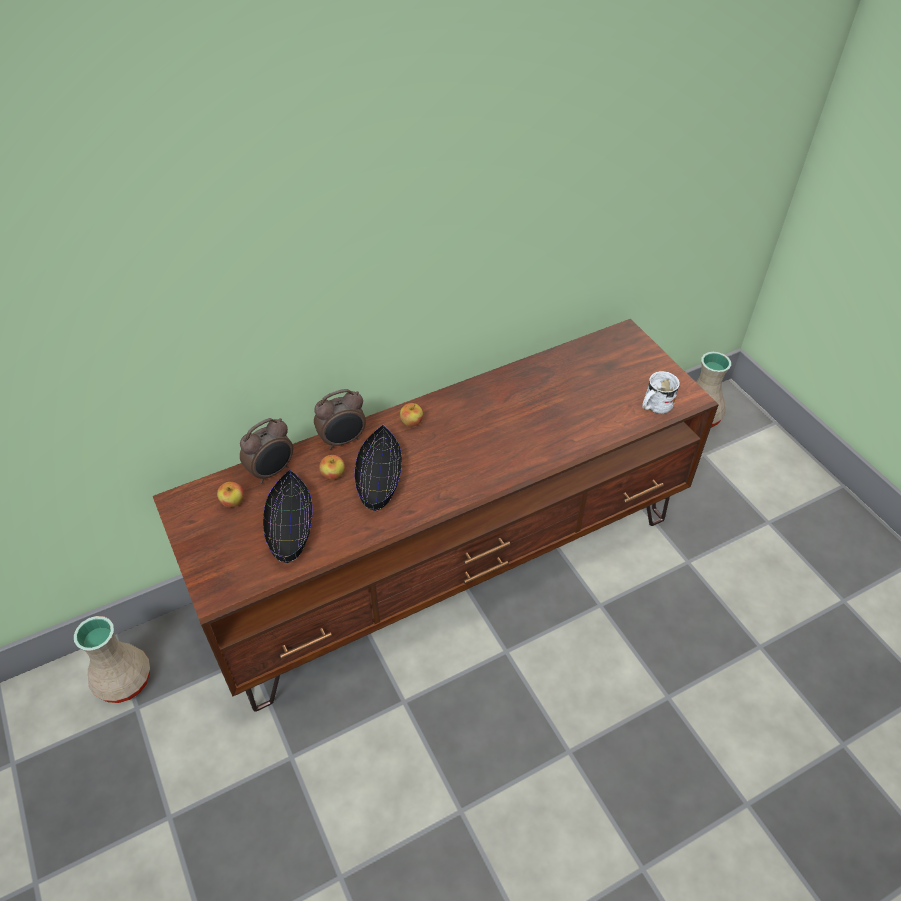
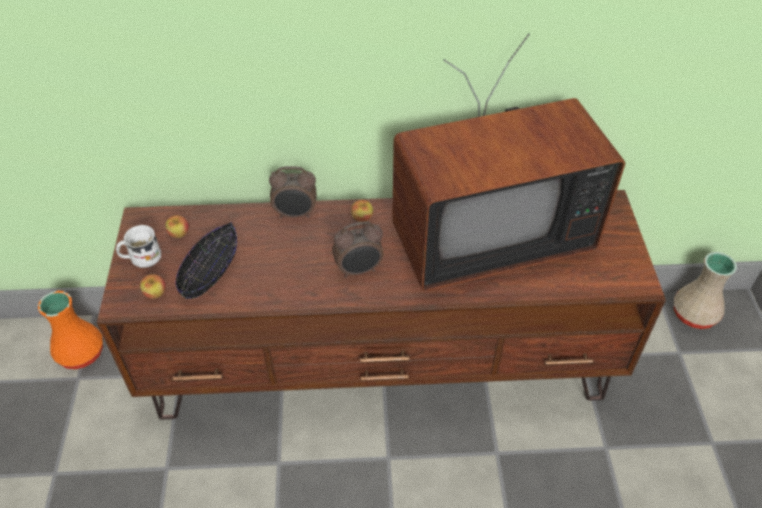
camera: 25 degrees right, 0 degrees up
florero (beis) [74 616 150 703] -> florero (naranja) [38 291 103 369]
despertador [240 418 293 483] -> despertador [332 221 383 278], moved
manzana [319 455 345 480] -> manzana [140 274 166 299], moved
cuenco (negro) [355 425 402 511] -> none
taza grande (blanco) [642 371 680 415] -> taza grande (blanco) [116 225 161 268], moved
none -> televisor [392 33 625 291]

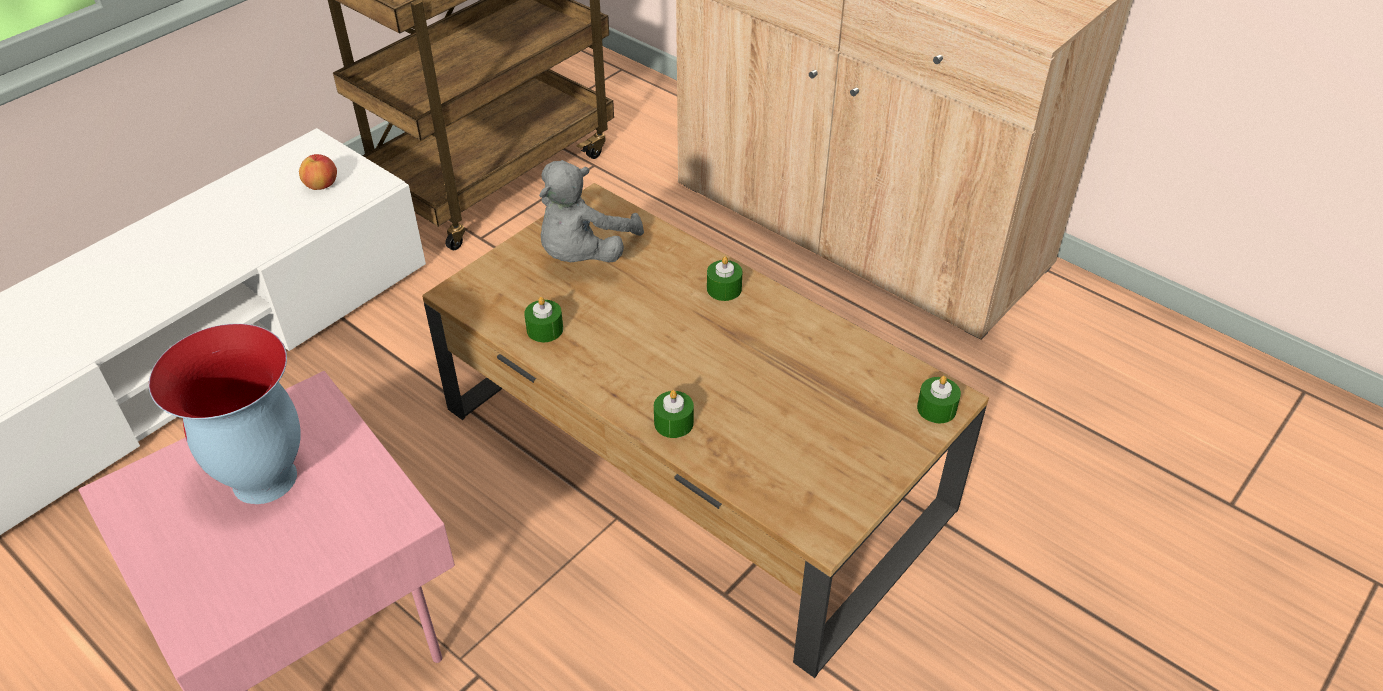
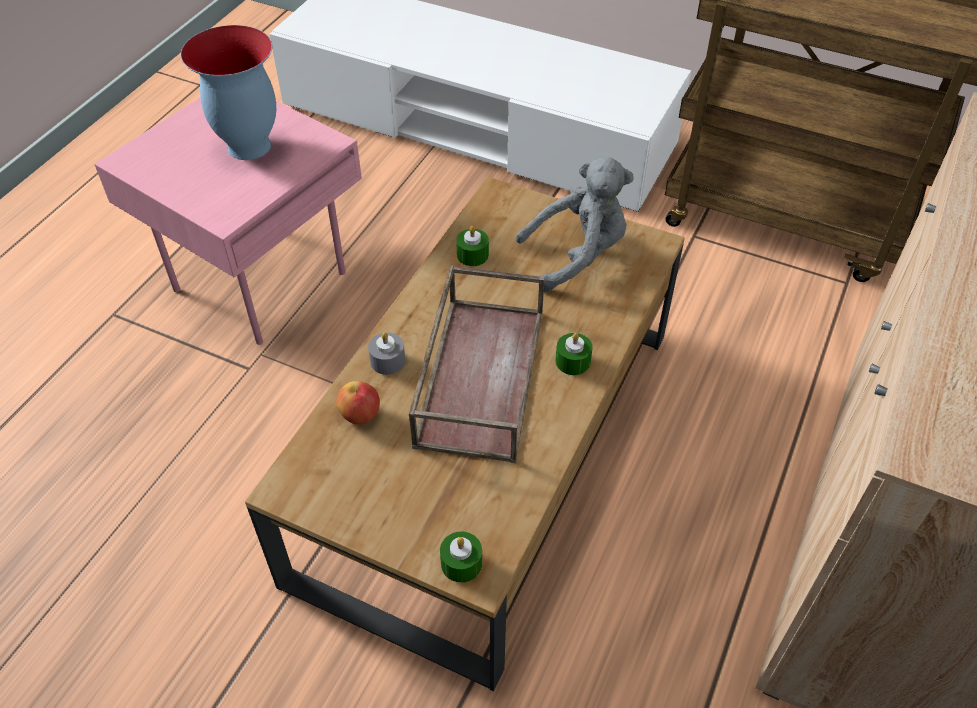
camera: 75 degrees right, 5 degrees up
manzana [299 154 337 190] -> manzana [336 381 380 424], moved
peluche (gris) [539 160 644 262] -> peluche (gris) [516 157 634 292], 150 degrees clockwise
vela (verde) [654 390 694 438] -> vela (gris) [368 332 405 375]
none -> bandeja (marrón) [409 265 545 463]

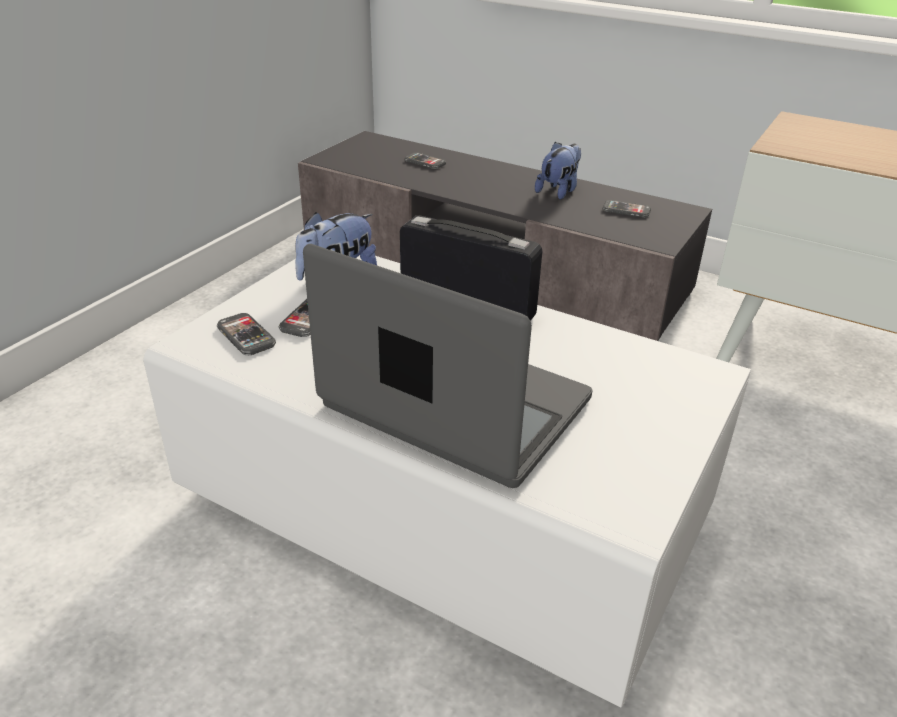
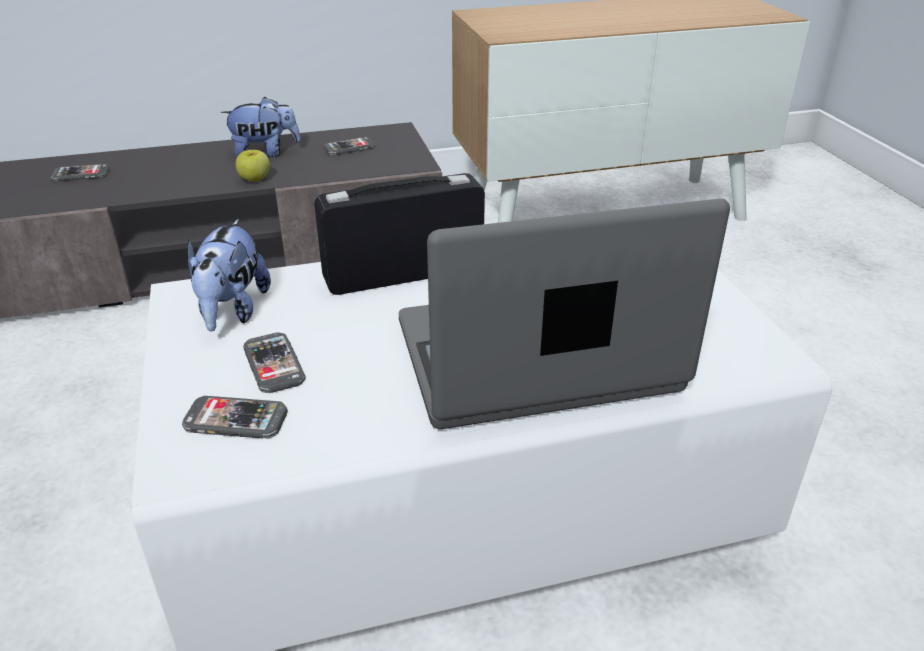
camera: 45 degrees left, 0 degrees up
peluche [535 142 581 200] -> peluche [221 97 301 157], 90 degrees clockwise
none -> manzana [236 150 270 181]

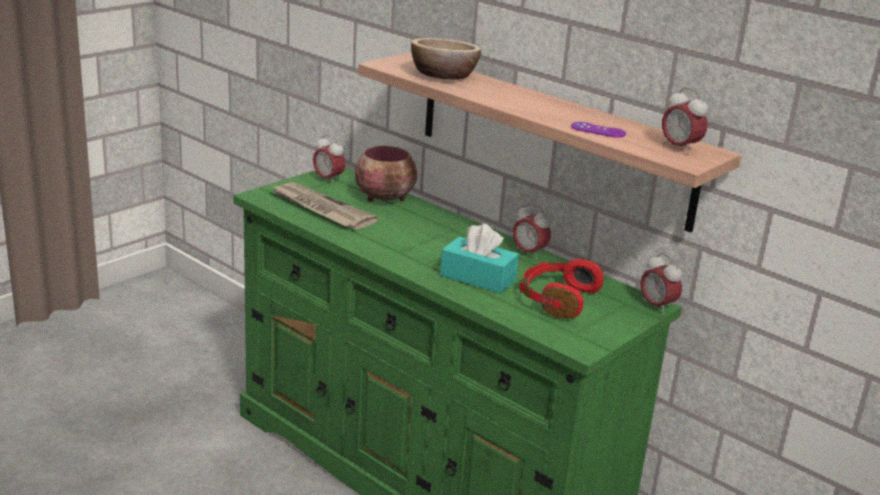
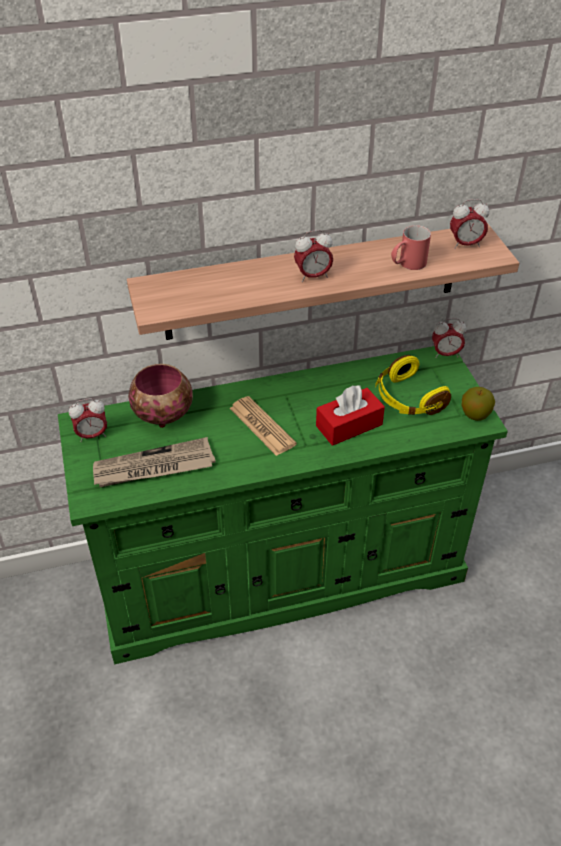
camera: 55 degrees left, 20 degrees up
cuenco [411 38 481 80] -> none
caja de pañuelos (turquesa) [440 224 519 294] -> caja de pañuelos (rojo) [316 386 385 446]
despertador [513 203 551 260] -> despertador [294 230 333 282], moved
auriculares (rojo) [519 259 604 319] -> auriculares (amarillo) [375 355 451 415]
mando de consola (morado) [571 122 626 138] -> taza grande (rojo) [391 225 431 270]
none -> periódico [230 396 297 456]
none -> manzana [462 387 495 421]

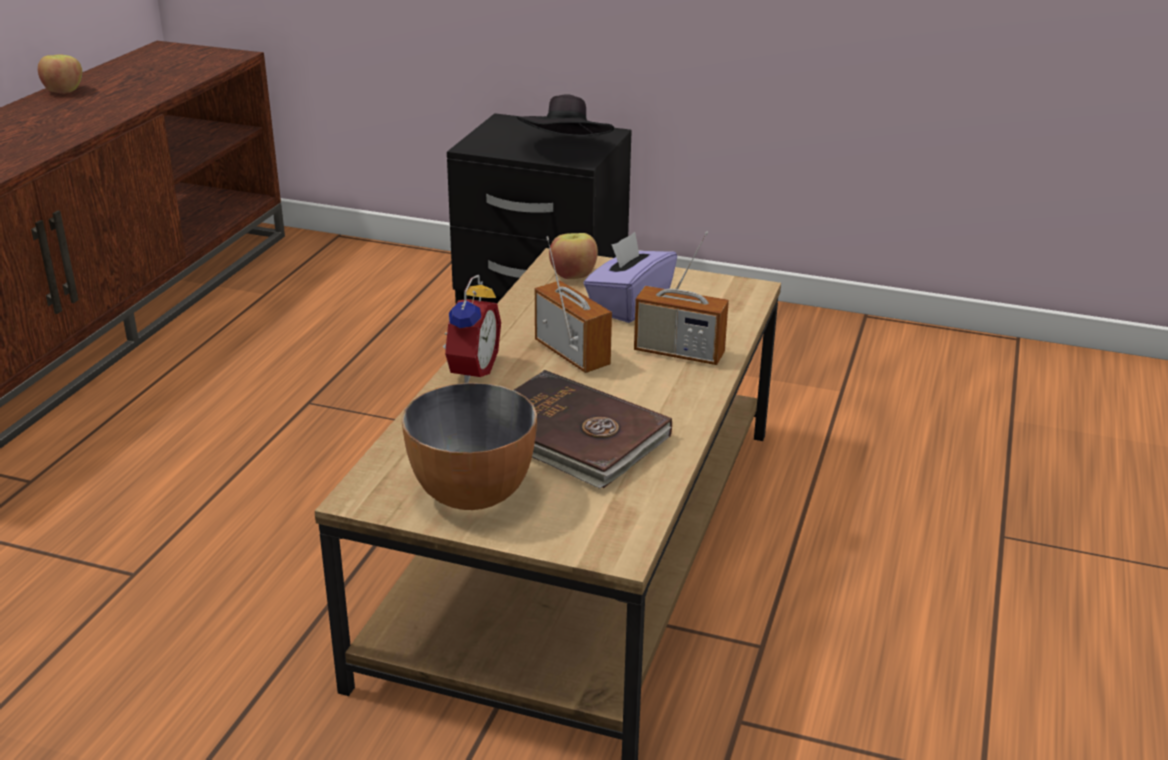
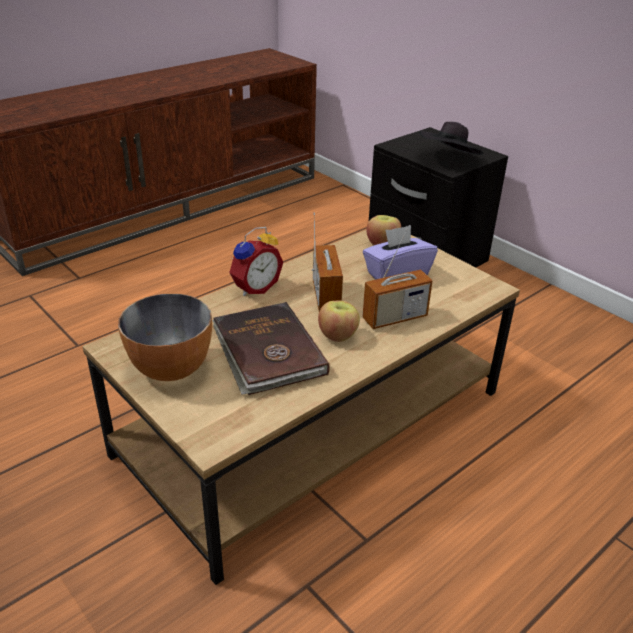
camera: 30 degrees right, 5 degrees up
manzana [38 55 82 94] -> manzana [318 301 360 342], moved
radio [634 232 729 365] -> radio [362 228 432 329], 75 degrees counterclockwise

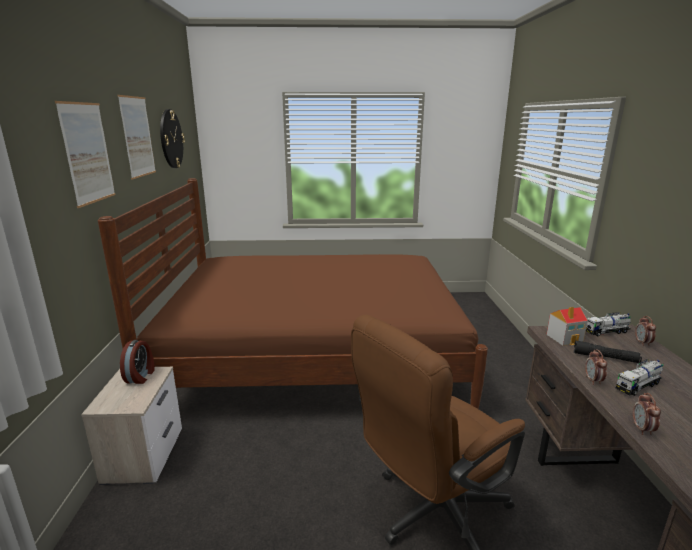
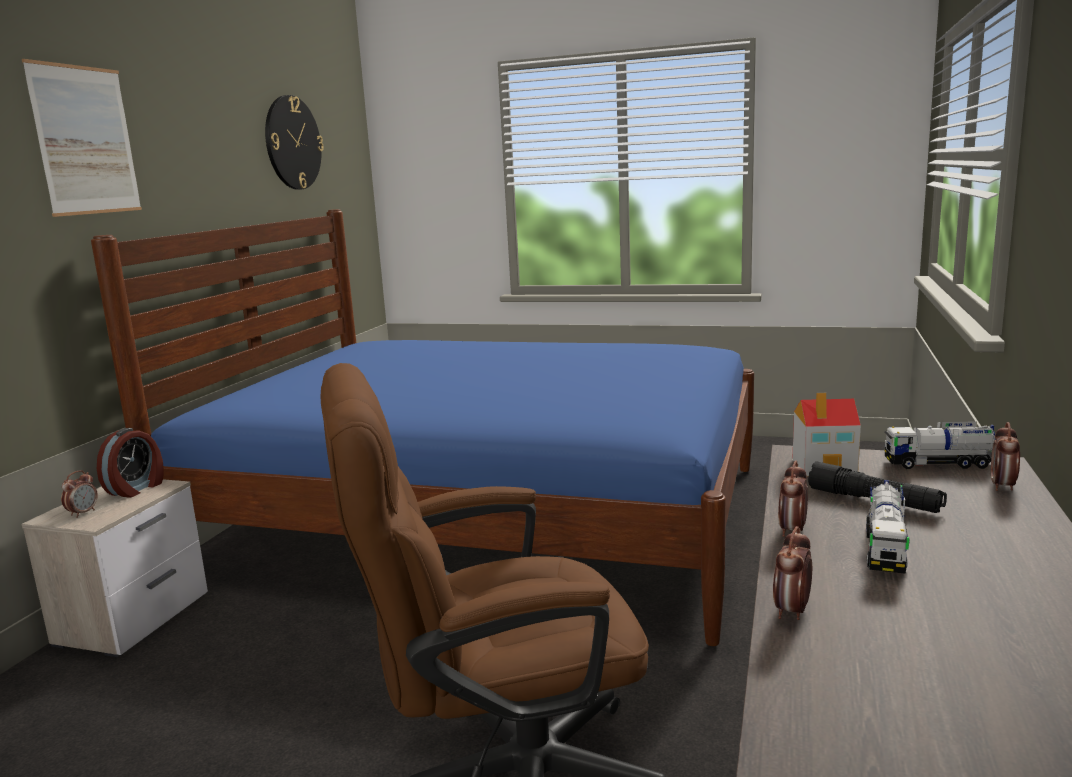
camera: 20 degrees right, 5 degrees down
cama (marrón) [98 178 488 409] -> cama (azul) [91 209 754 646]
cuadro [117 95 156 180] -> none
camión de juguete [616 358 664 396] -> camión de juguete [866 480 910 574], 60 degrees counterclockwise
none -> despertador [61 470 98 518]

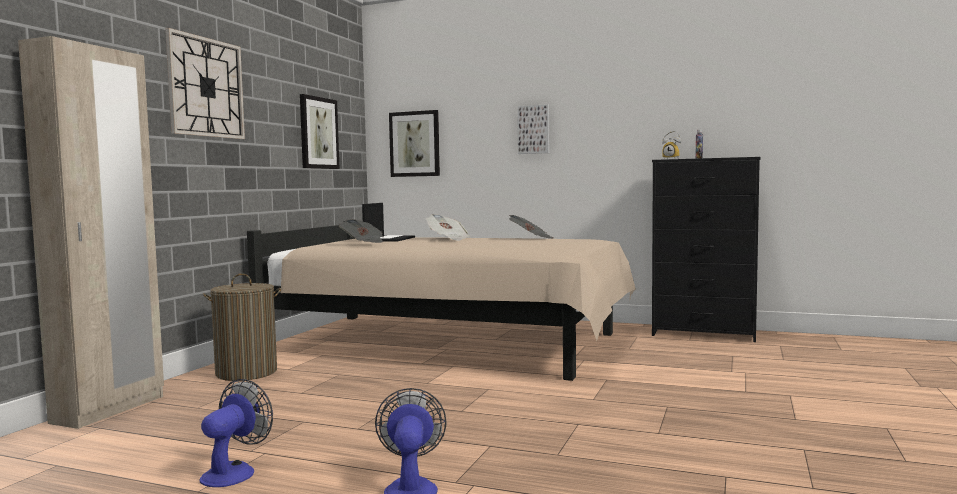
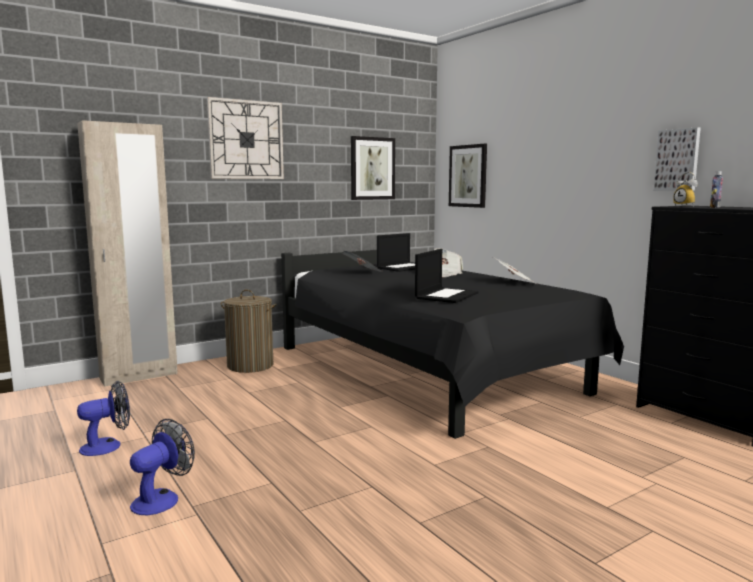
camera: 35 degrees right, 5 degrees up
cama (beis) [247 221 636 381] -> cama (negro) [281 250 624 439]
cuadro [517 104 549 154] -> cuadro [653 127 701 191], moved
none -> portátil [415 249 479 303]

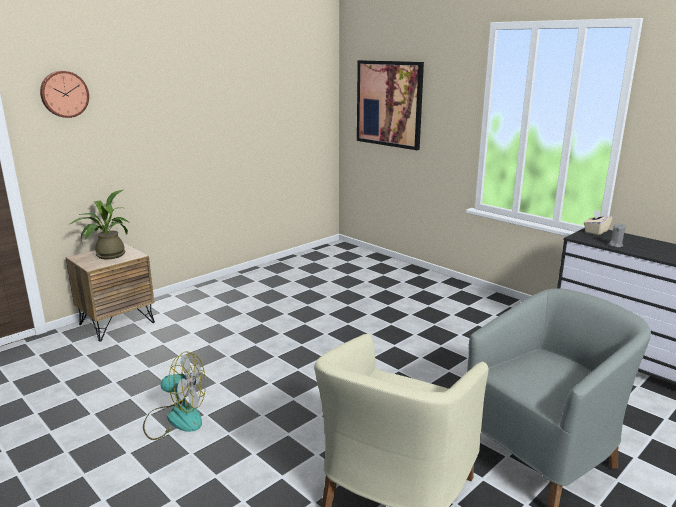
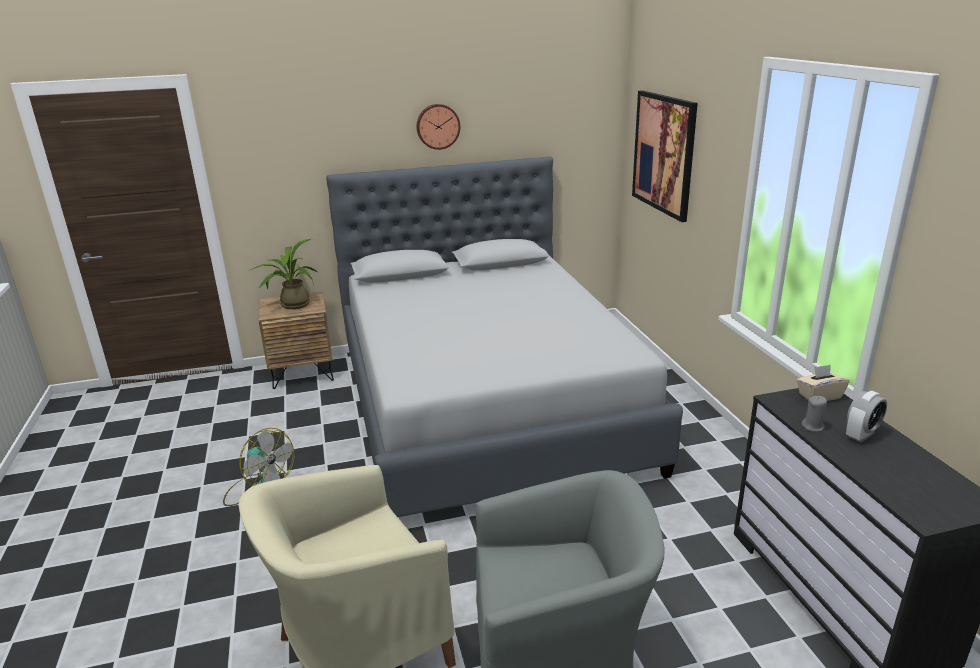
camera: 30 degrees right, 5 degrees up
reloj de pared [40 71 89 118] -> reloj de pared [417 104 460 150], moved
none -> cama (gris) [326 156 683 517]
none -> despertador [846 391 887 443]

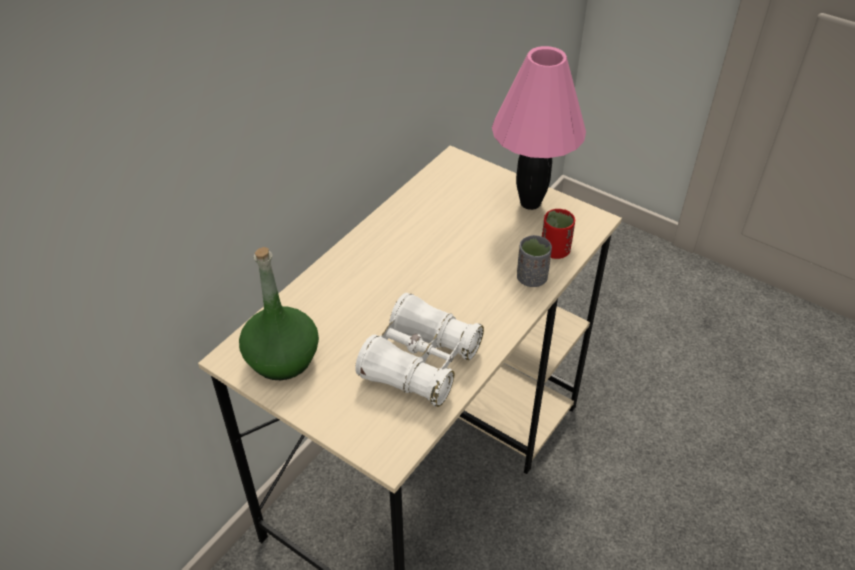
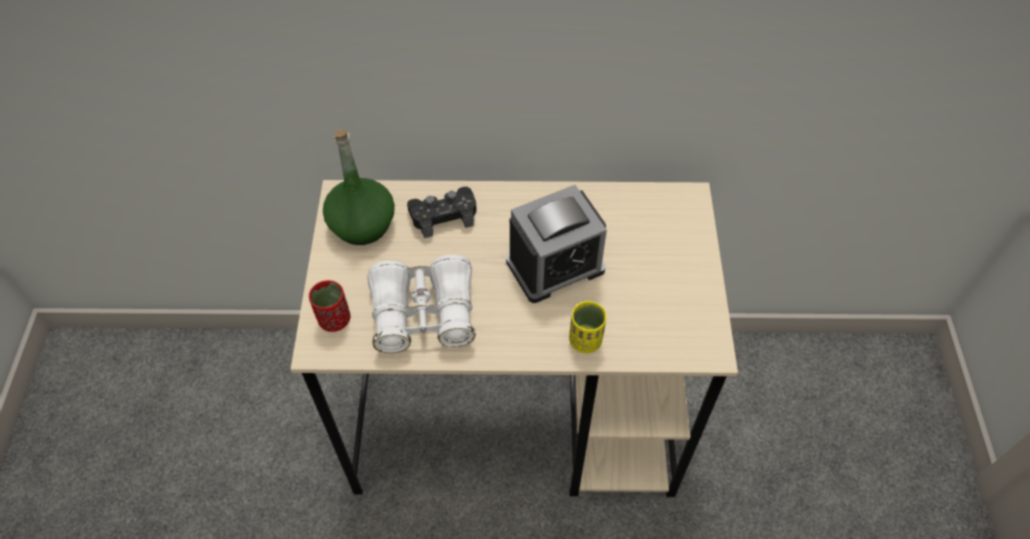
camera: 55 degrees right, 10 degrees up
lámpara de mesa (rosa) [492 46 586 210] -> none
taza (gris) [517 235 552 287] -> taza (amarillo) [569 301 606 353]
taza (rojo) [542 209 576 259] -> taza (rojo) [309 280 351 332], moved
none -> mando de consola (negro) [407 187 476 238]
none -> despertador [506 185 607 303]

